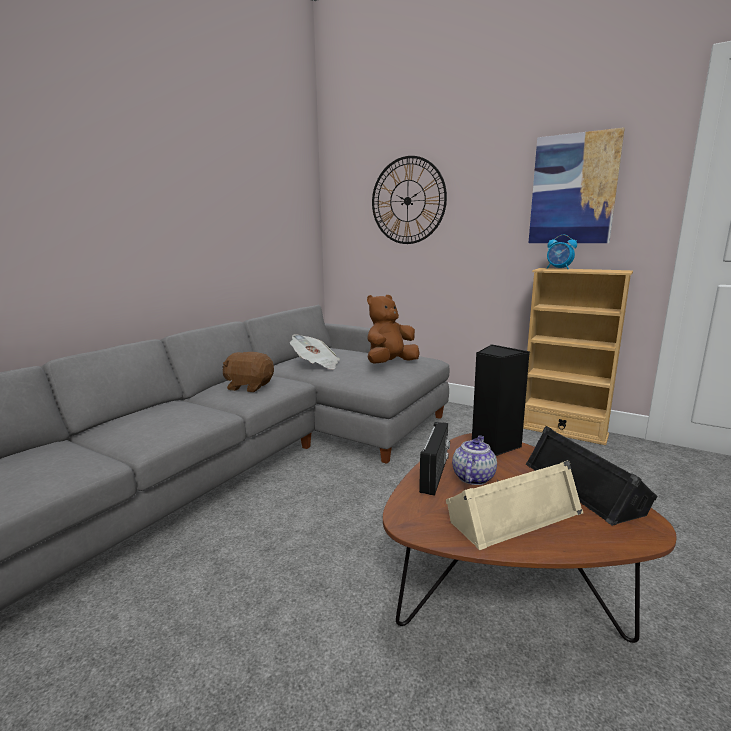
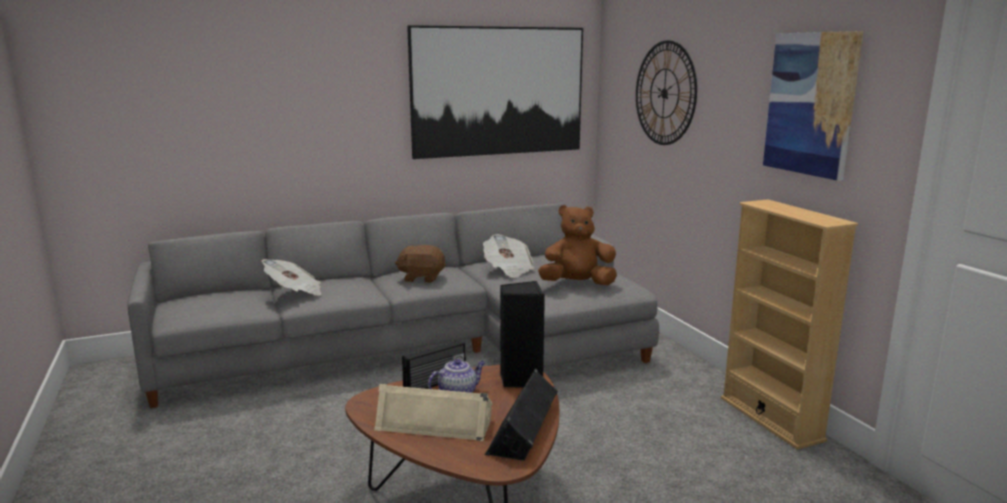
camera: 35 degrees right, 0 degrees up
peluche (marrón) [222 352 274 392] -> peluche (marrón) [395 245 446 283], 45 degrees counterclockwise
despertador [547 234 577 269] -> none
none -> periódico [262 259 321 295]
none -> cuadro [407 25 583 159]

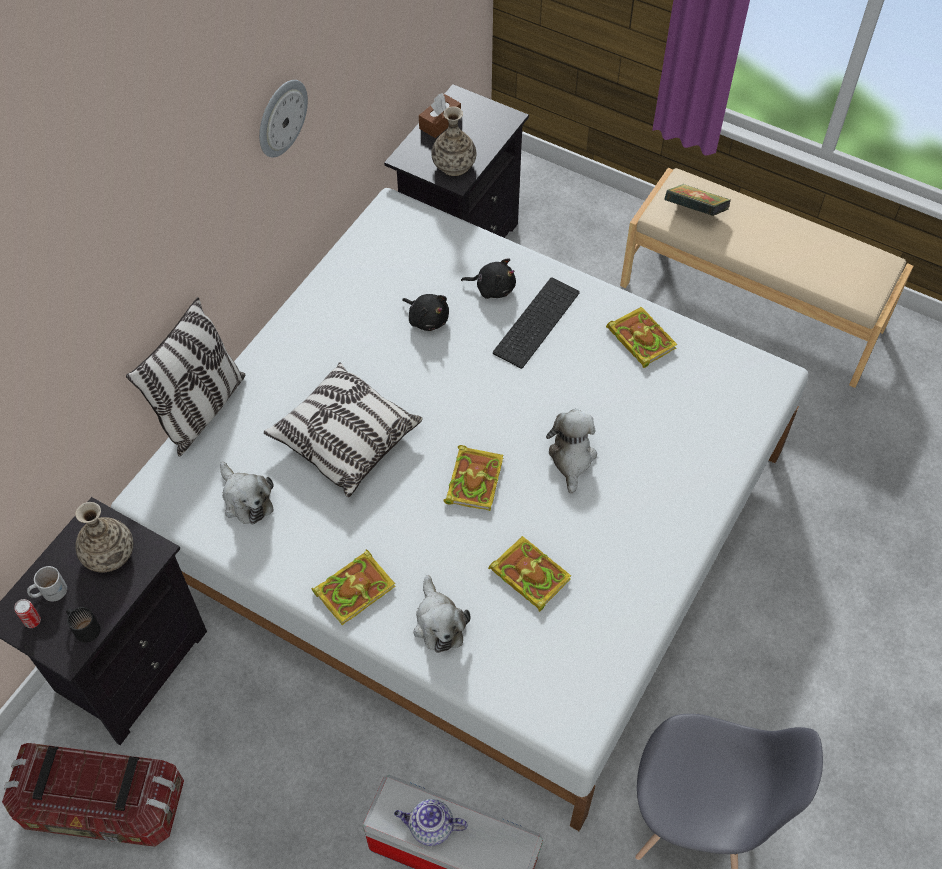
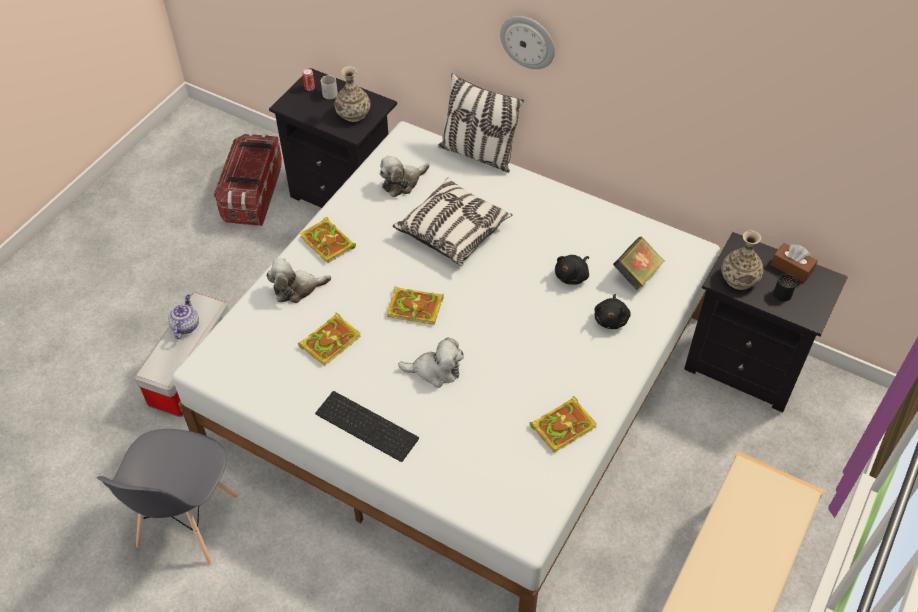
camera: 90 degrees right, 5 degrees down
taza grande (negro) [66 607 100 643] -> taza grande (negro) [773 274 797 301], moved
reloj de pared [259 80 308 157] -> reloj de pared [500 16 555 69], moved
teclado [493 277 580 369] -> teclado [315 391 419 462], moved
libro [664 184 731 216] -> libro [613 237 665 290], moved

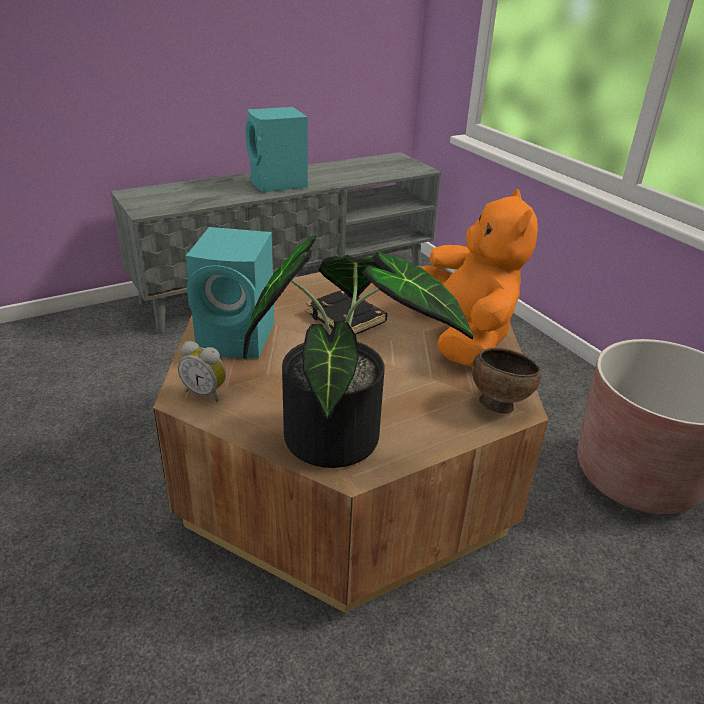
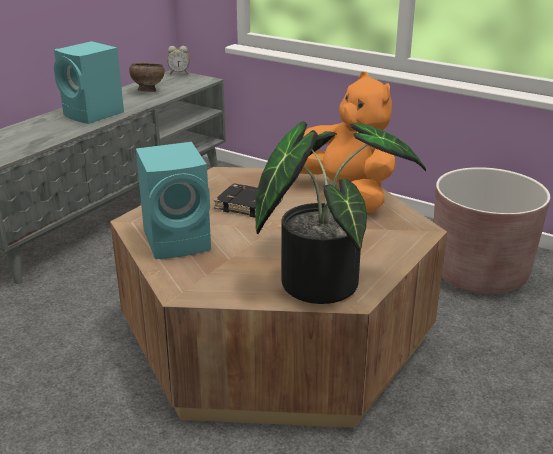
camera: 25 degrees left, 5 degrees down
despertador [178 341 226 402] -> despertador [167 46 190 75], moved
cuenco (marrón) [472 347 541 414] -> cuenco (marrón) [129 63 165 92], moved

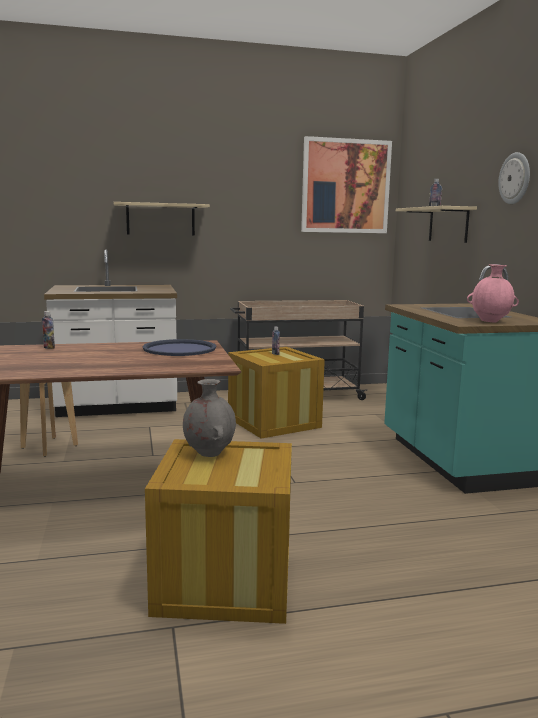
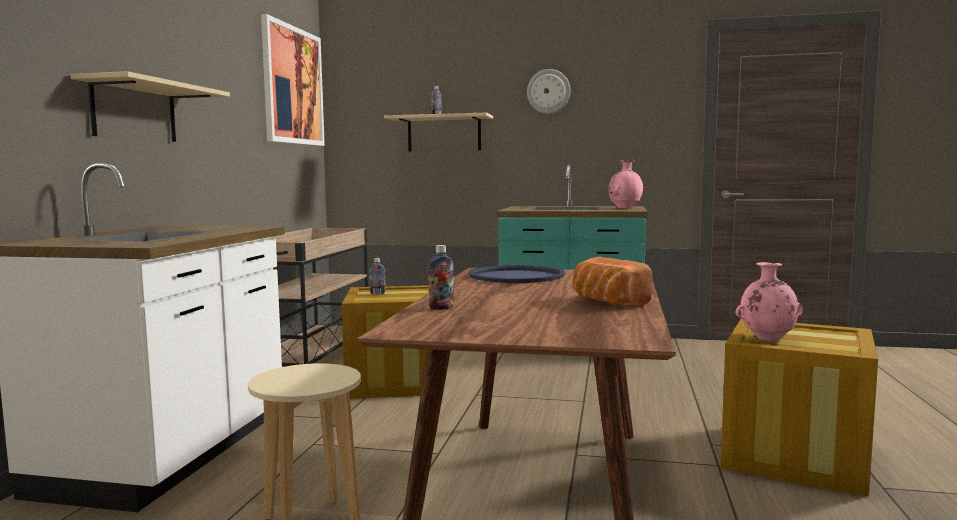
camera: 65 degrees left, 5 degrees down
florero (gris) [183 379 236 457] -> florero (rosa) [736 262 803 341]
none -> pan [573 257 653 306]

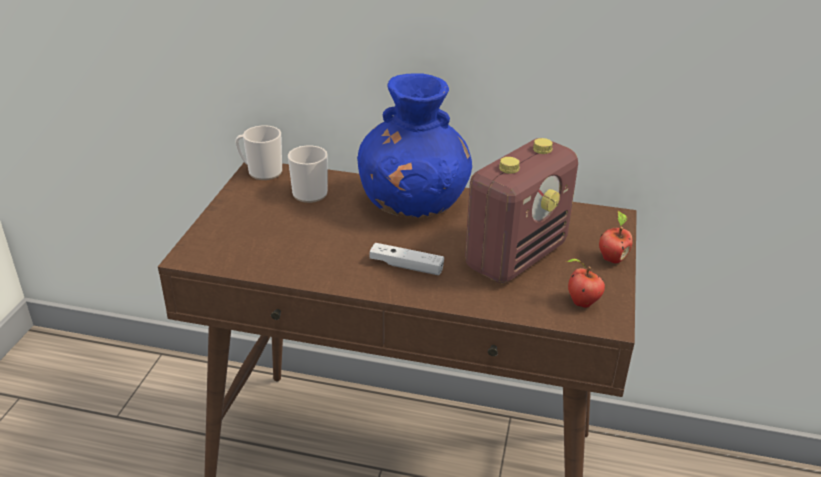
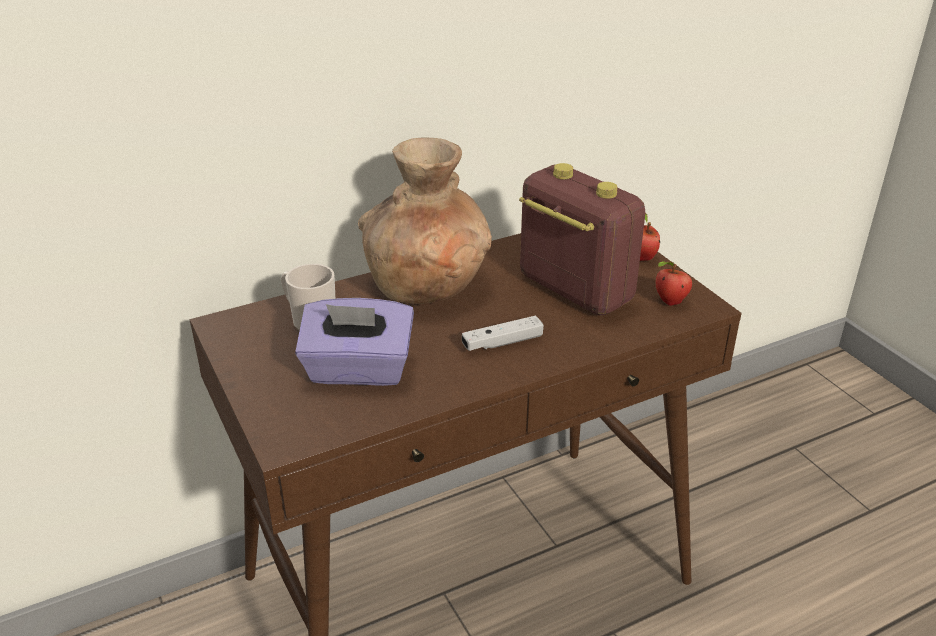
camera: 40 degrees left, 0 degrees up
taza grande [235 125 282 180] -> none
florero (azul) [357 74 472 218] -> florero (marrón) [358 137 492 304]
radio [465 138 578 283] -> radio [519 163 646 316], 45 degrees counterclockwise
none -> caja de pañuelos (morado) [295 298 414 386]

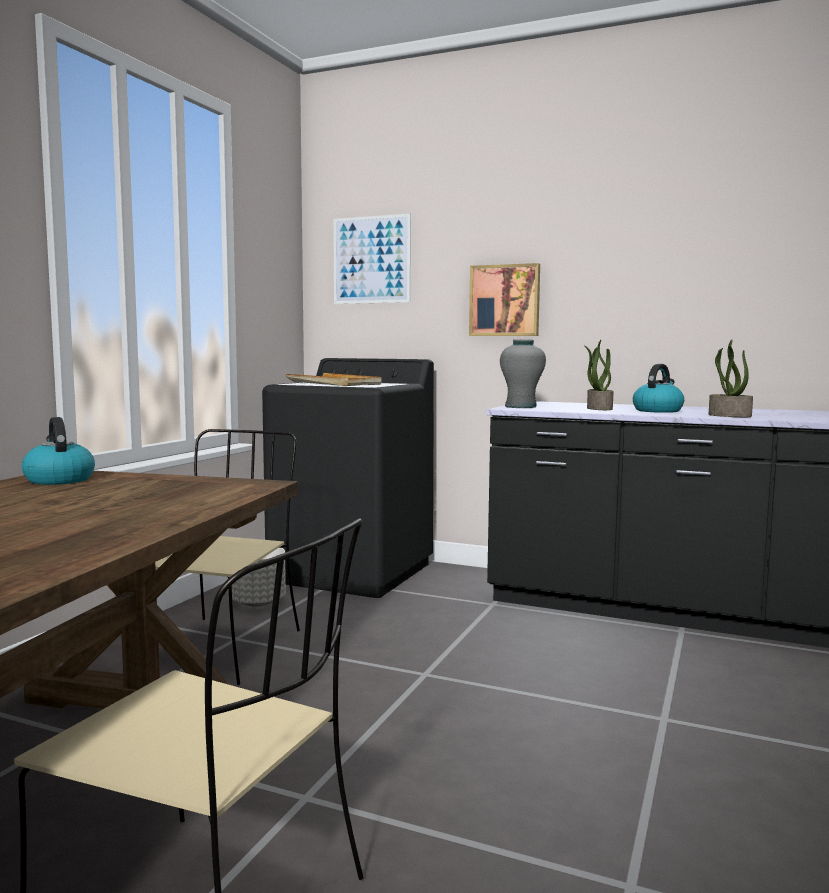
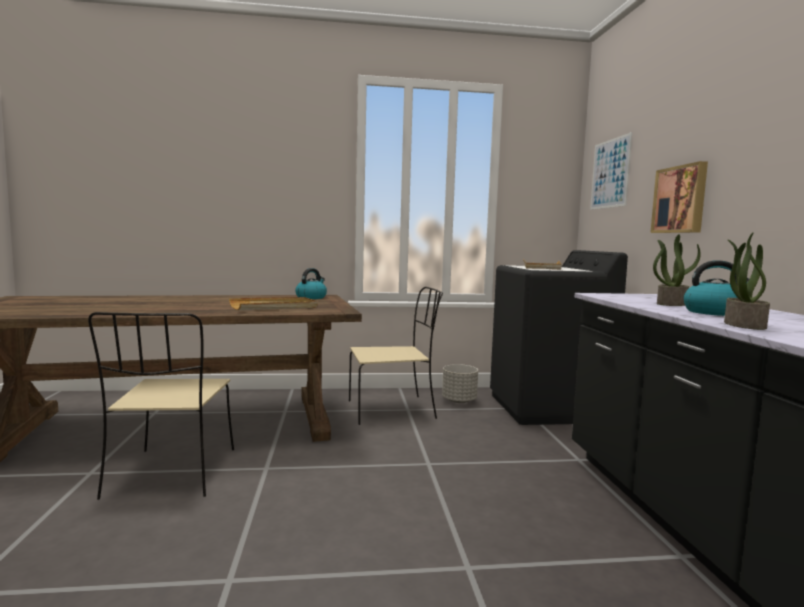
camera: 60 degrees right, 0 degrees up
florero (gris) [500 339 546 408] -> none
none -> bandeja (beis) [229 297 318 310]

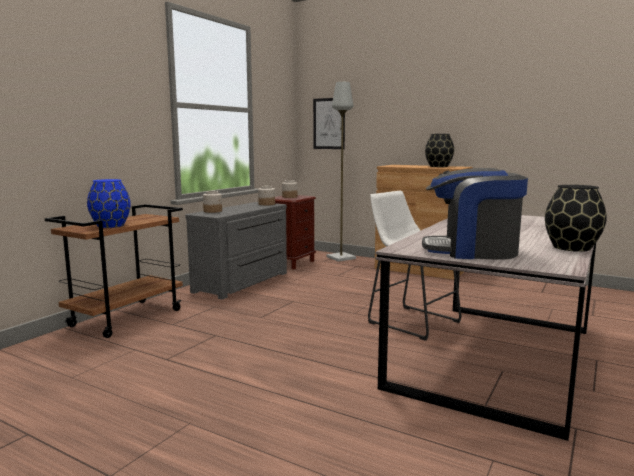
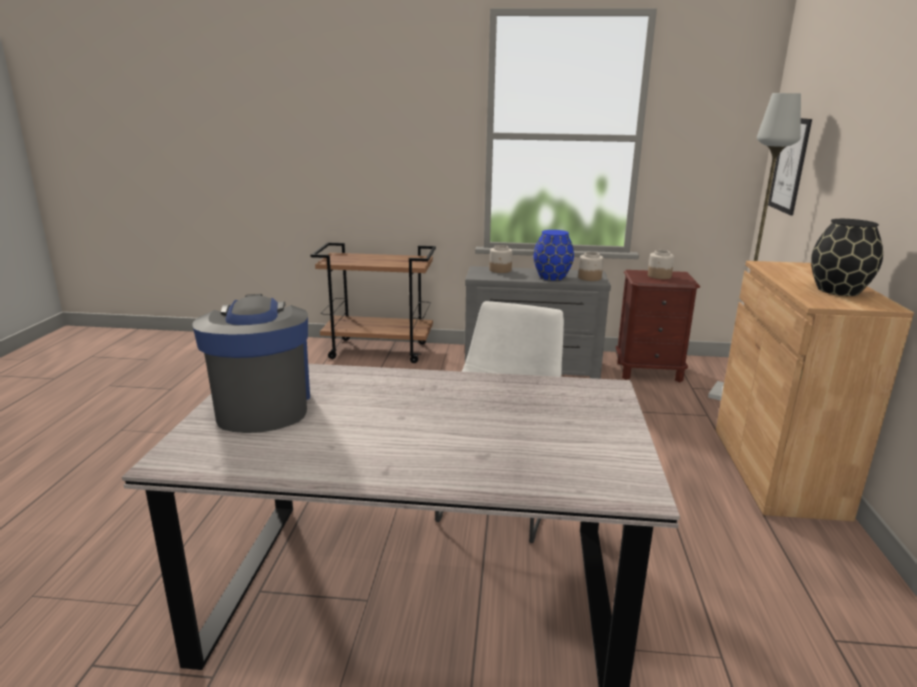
camera: 65 degrees right, 10 degrees up
florero (azul) [87 179 131 228] -> florero (azul) [533 230 574 280], moved
florero (negro) [545 185 607 252] -> none

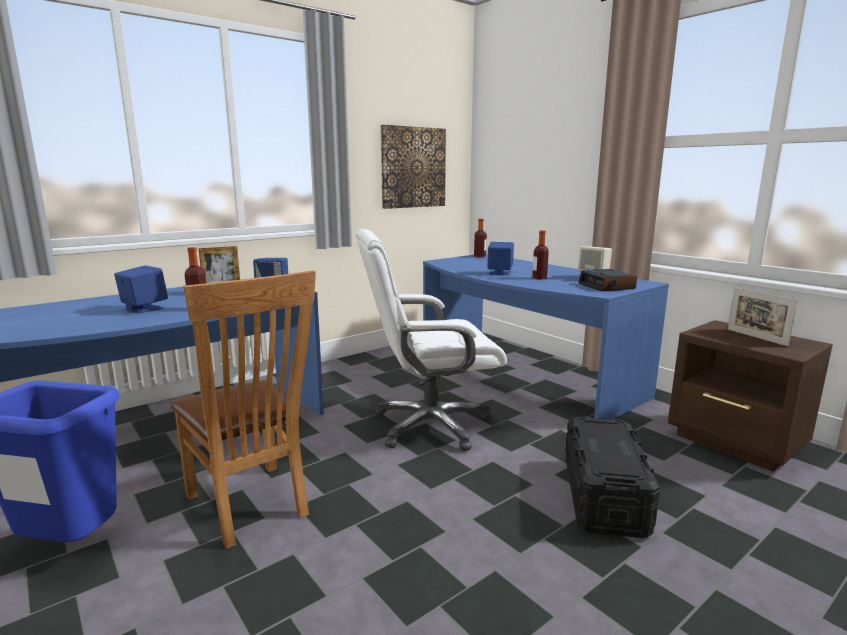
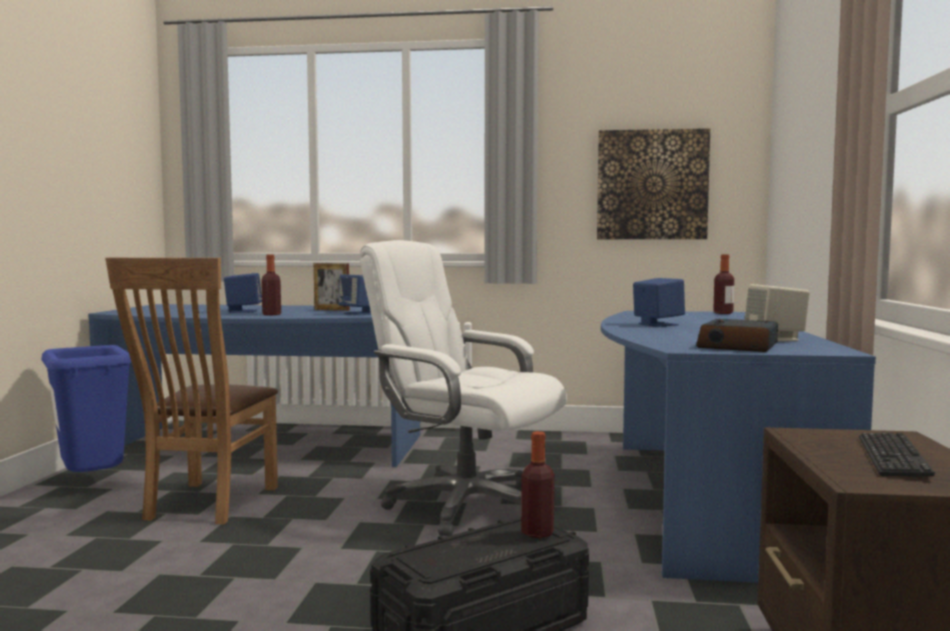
camera: 45 degrees right, 10 degrees down
botella [532 230 549 280] -> botella [521 431 554 538], moved
portarretratos [728 287 798 346] -> teclado [859 433 935 476]

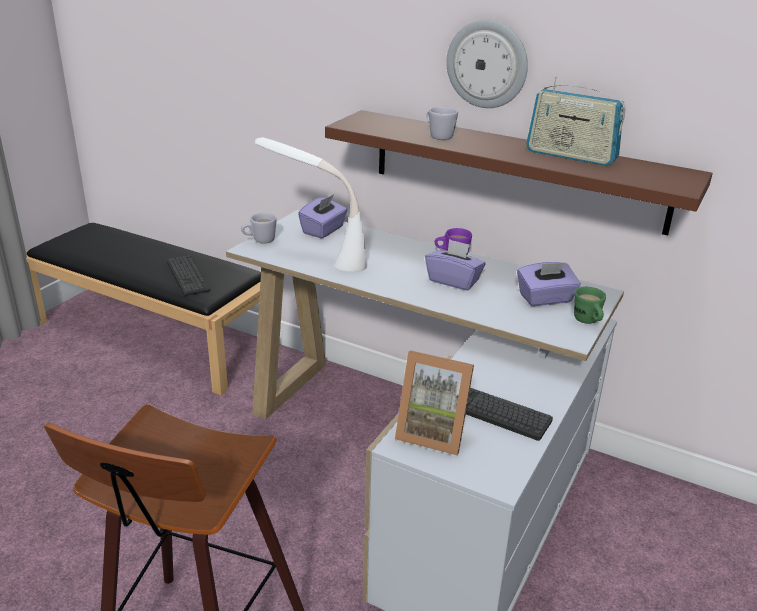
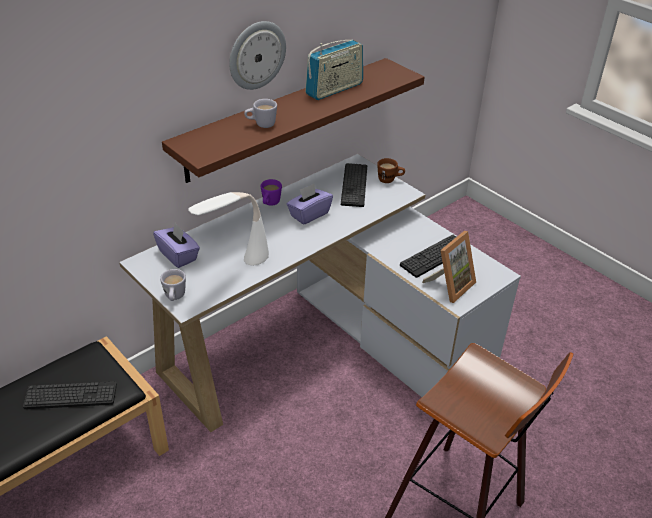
camera: 70 degrees left, 10 degrees up
caja de pañuelos (morado) [517 262 581 306] -> teclado [341 163 367 207]
taza grande (verde) [574 287 606 324] -> taza grande (marrón) [377 158 405 183]

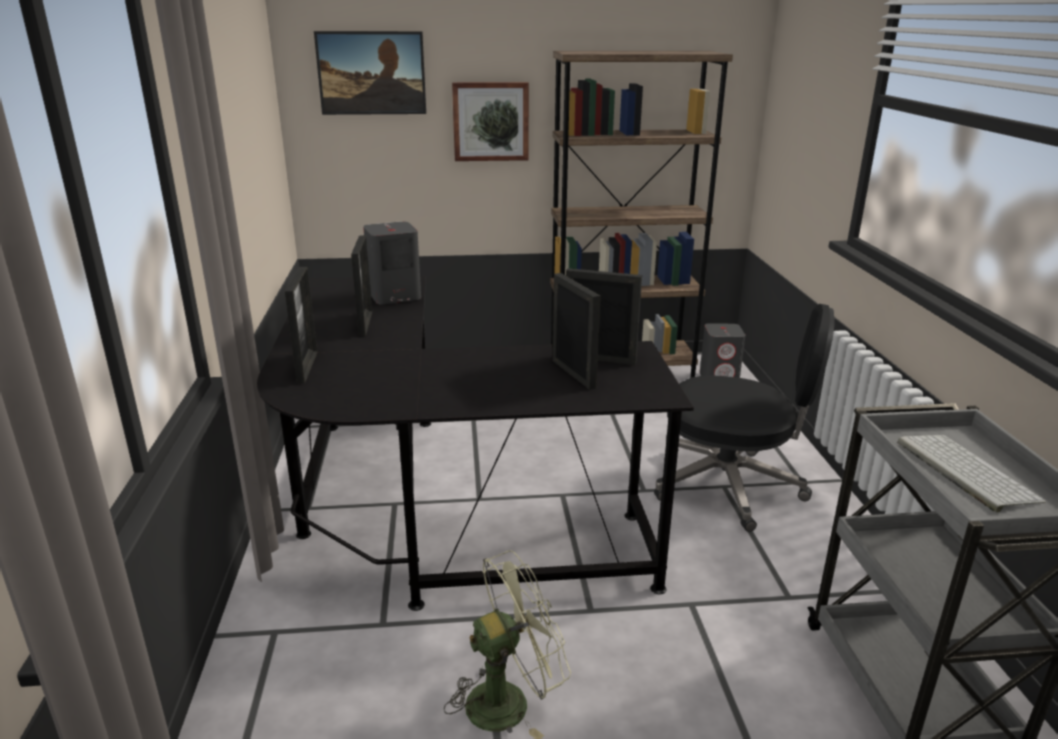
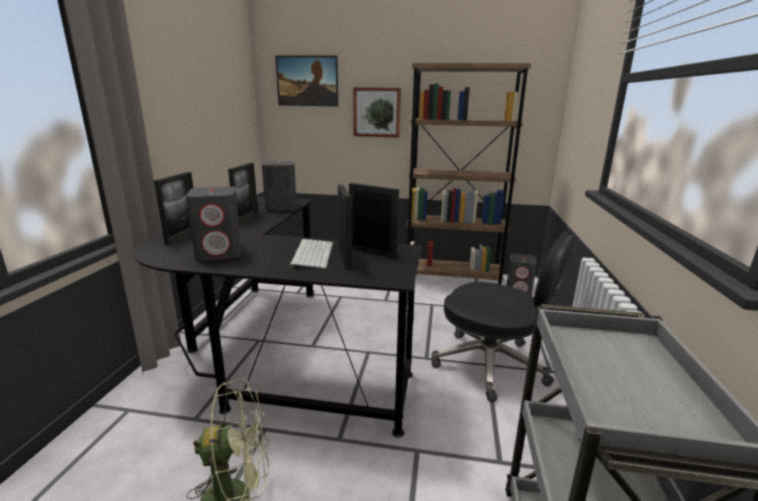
camera: 15 degrees right, 5 degrees down
teclado [897 435 1046 513] -> teclado [289 239 333 268], moved
none -> altavoz (gris) [186 187 241 261]

